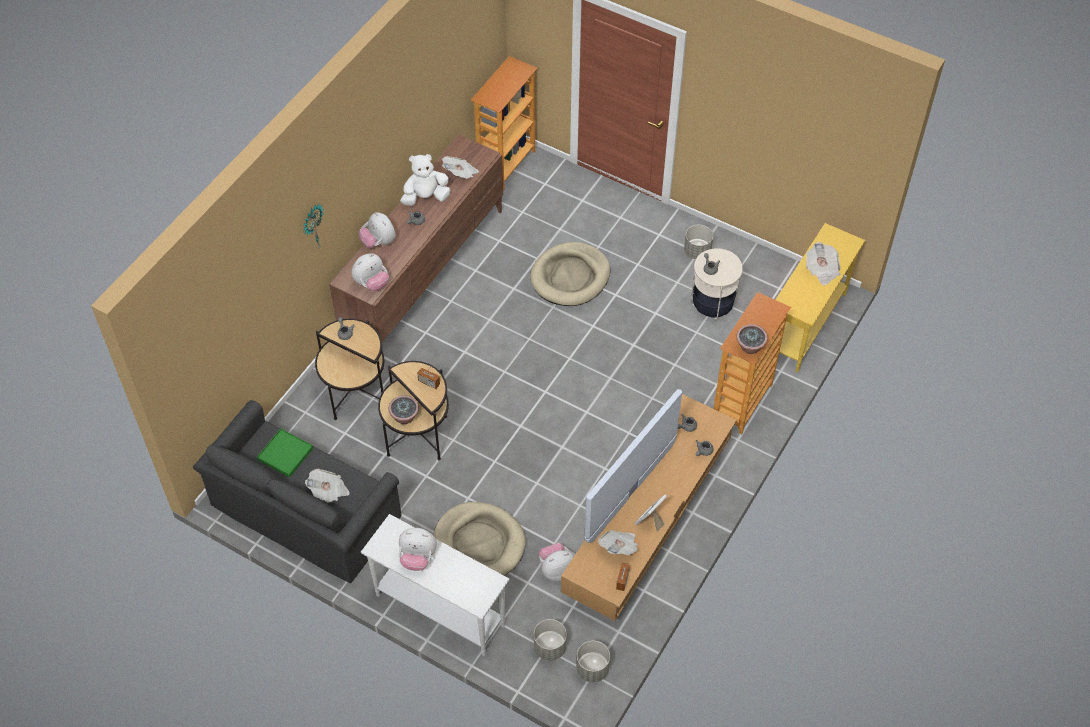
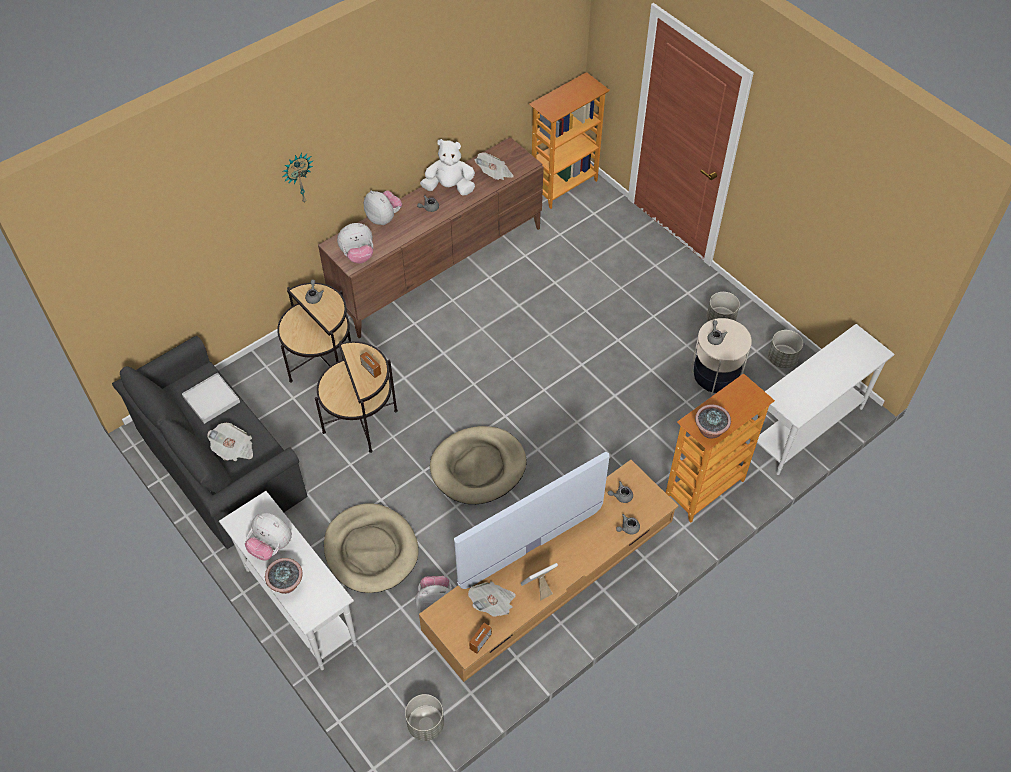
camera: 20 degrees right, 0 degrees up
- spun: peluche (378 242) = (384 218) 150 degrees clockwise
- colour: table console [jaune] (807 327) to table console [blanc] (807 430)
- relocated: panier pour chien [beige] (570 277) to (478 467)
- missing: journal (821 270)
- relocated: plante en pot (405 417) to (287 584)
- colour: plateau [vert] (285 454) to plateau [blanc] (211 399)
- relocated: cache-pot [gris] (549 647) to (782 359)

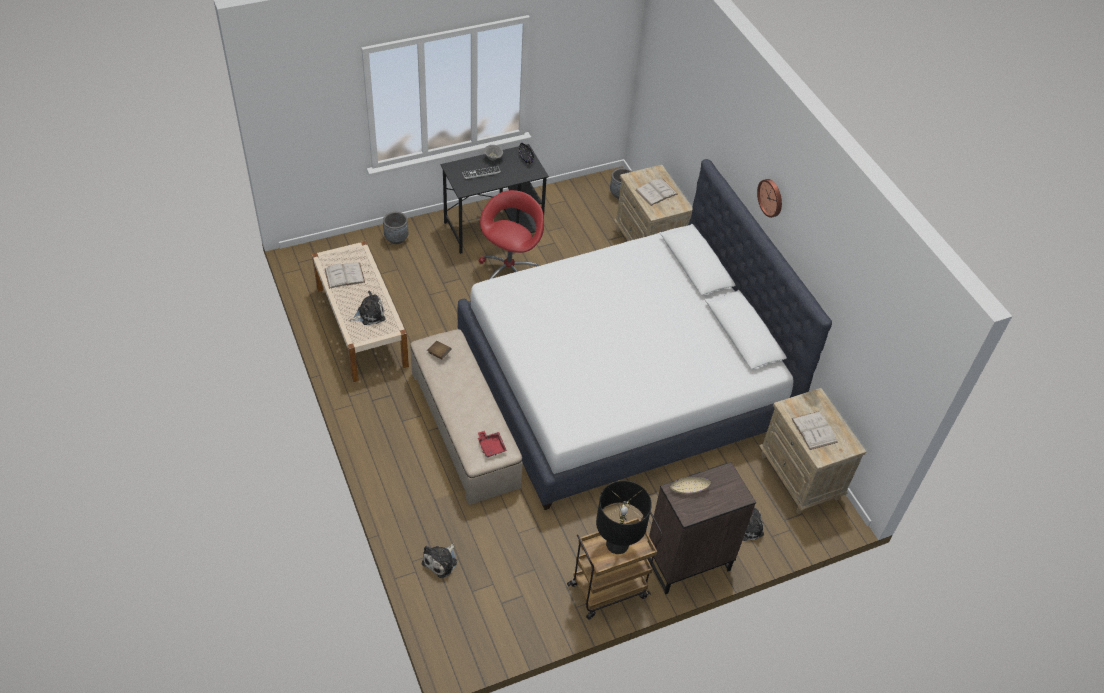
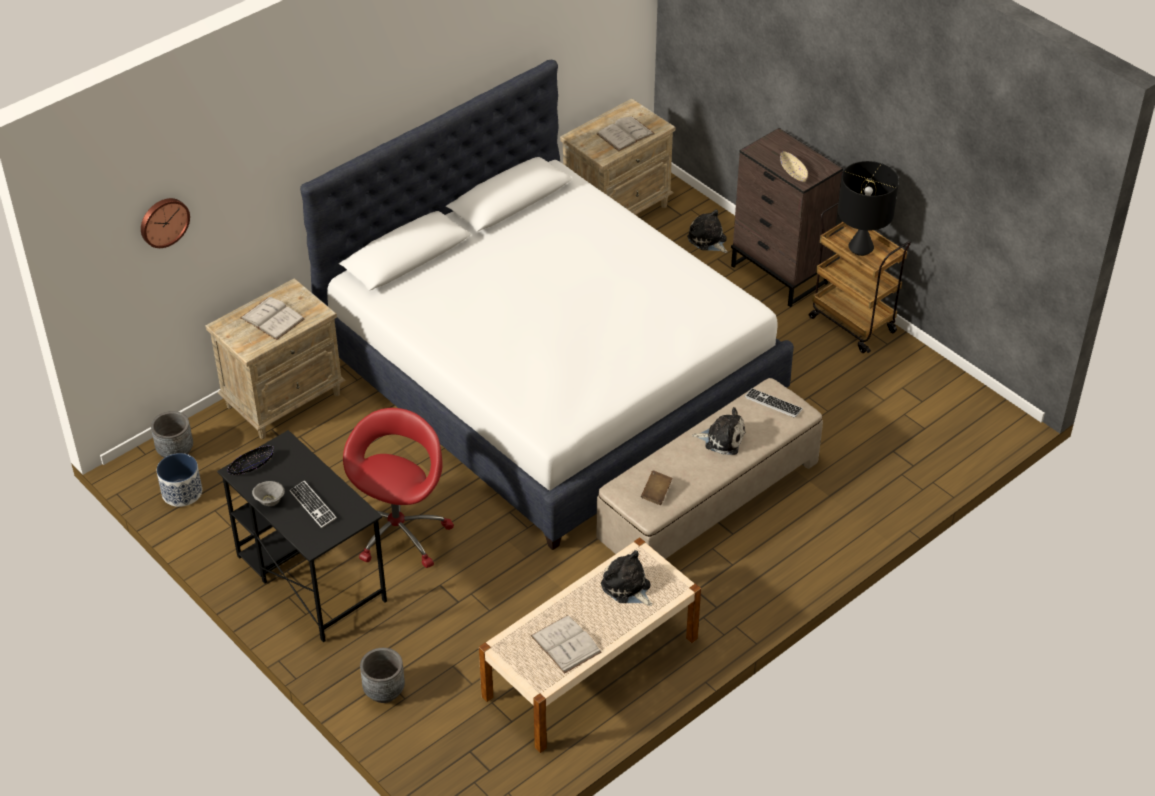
camera: 105 degrees left, 5 degrees down
- relocated: horloge murale (771 197) to (163 221)
- spun: chaise de bureau [rouge] (510 271) = (400 532) 105 degrees clockwise
- exchanged: plateau [rouge] (491 446) to clavier (773 404)
- relocated: peluche (441 561) to (722 439)
- appeared: cache-pot (182 492)

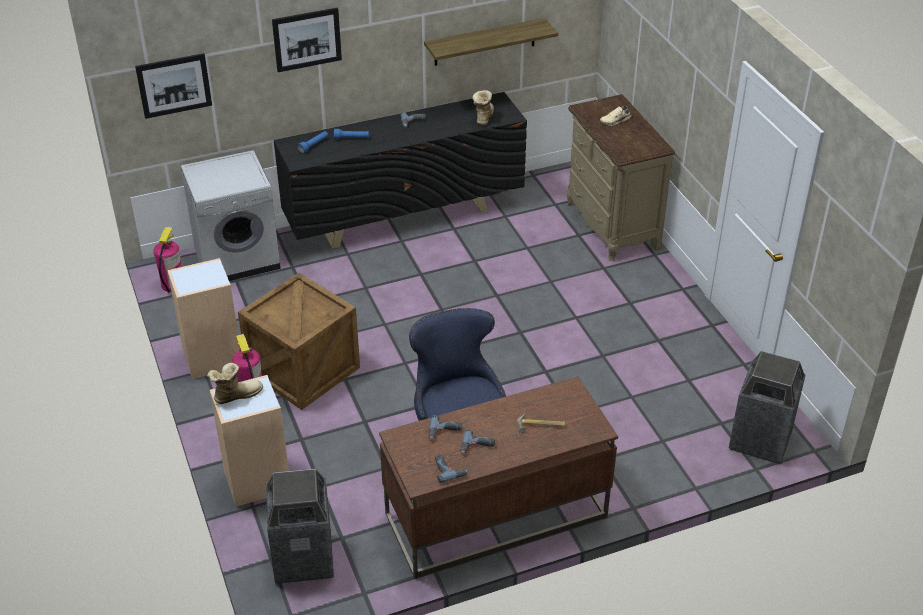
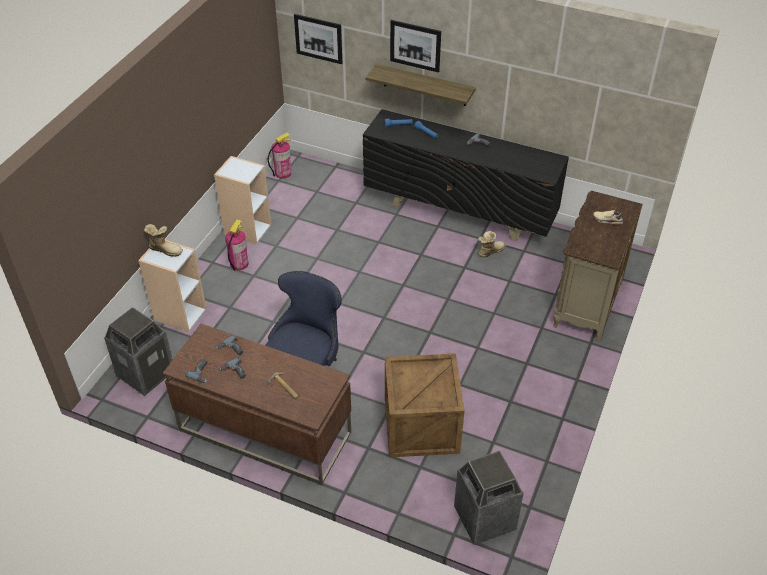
camera: 45 degrees right, 5 degrees up
- relocated: étagère (484 42) to (424 85)
- relocated: botte (483 117) to (490 251)
- missing: lave-linge [blanc] (238 260)
- relocated: caisse (303 368) to (422 425)

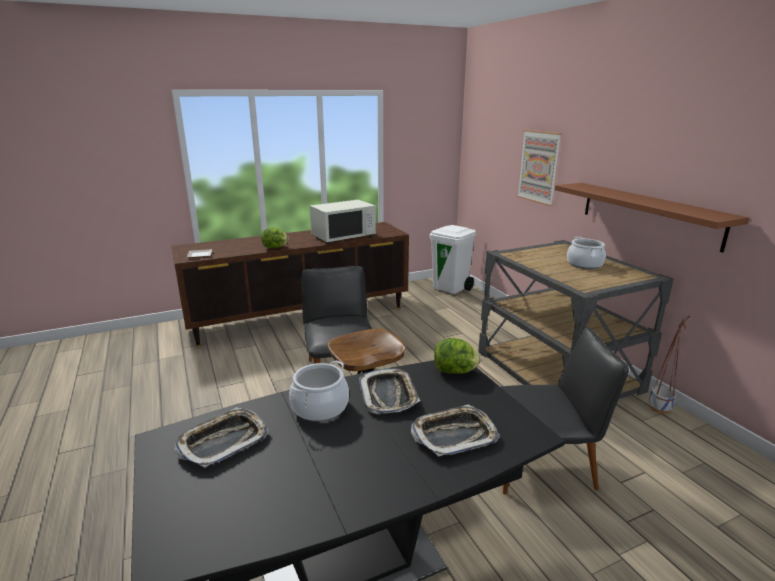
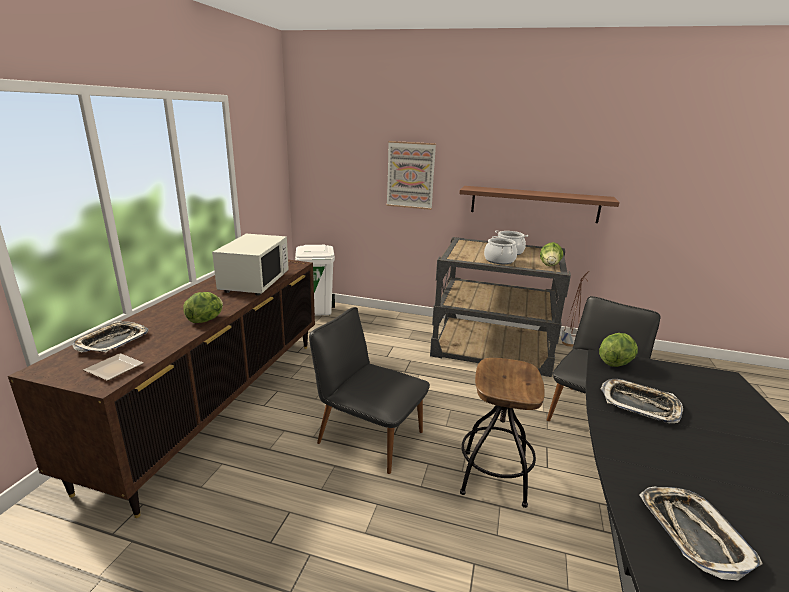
camera: 50 degrees left, 0 degrees up
- relocated: marmite (320 407) to (499 260)
- relocated: plateau (454 435) to (112 341)
- appeared: laitue (549 265)

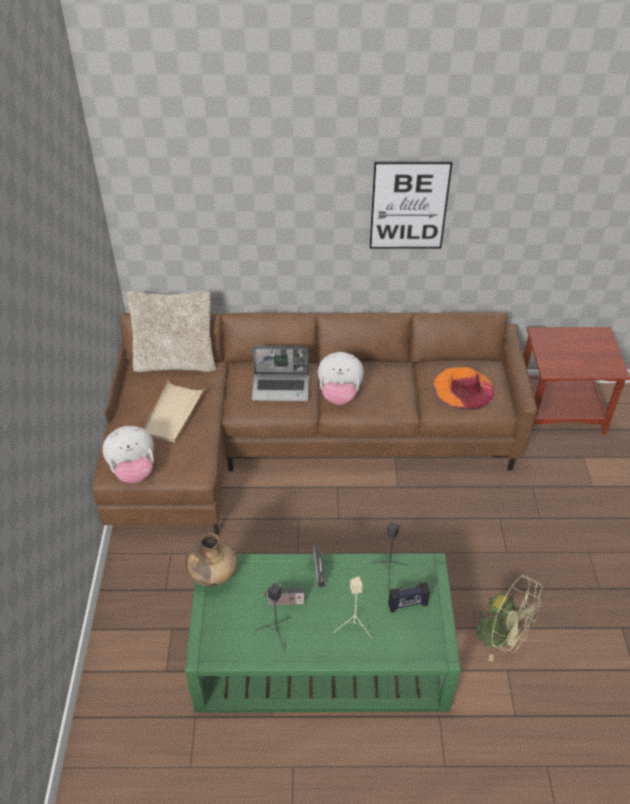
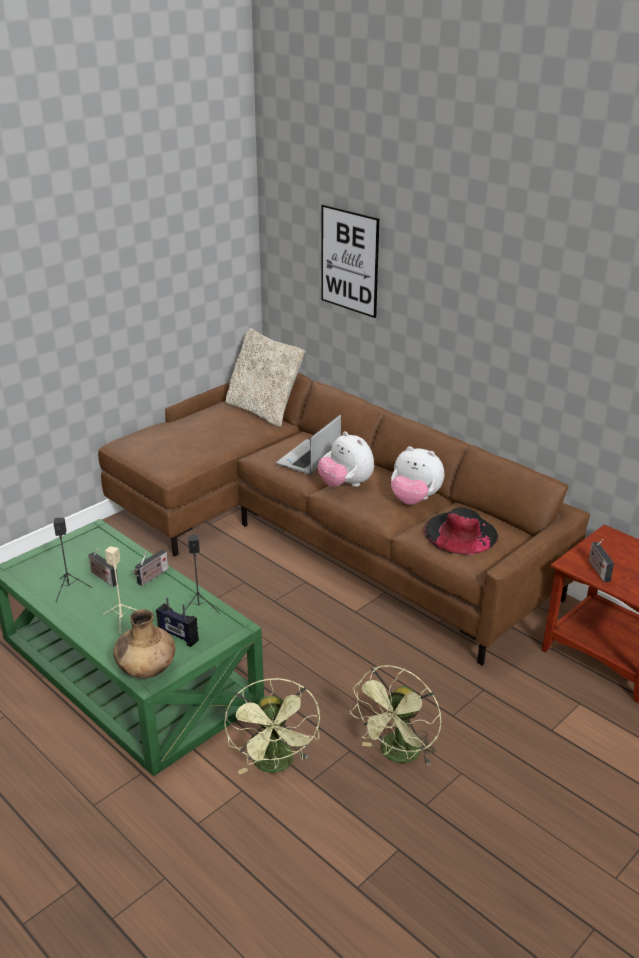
camera: 45 degrees right, 15 degrees down
- relocated: tableau (409 206) to (349 261)
- spun: ordinateur portable (281 388) = (309 459) 75 degrees clockwise
- colour: chapeau [orange] (463 388) to chapeau [noir] (460 533)
- missing: plateau [beige] (173 413)
- relocated: peluche (134 471) to (414 500)
- relocated: vase [marron] (212 574) to (146 669)
- appeared: radio (598 570)
- appeared: ventilateur [vert] (397 755)

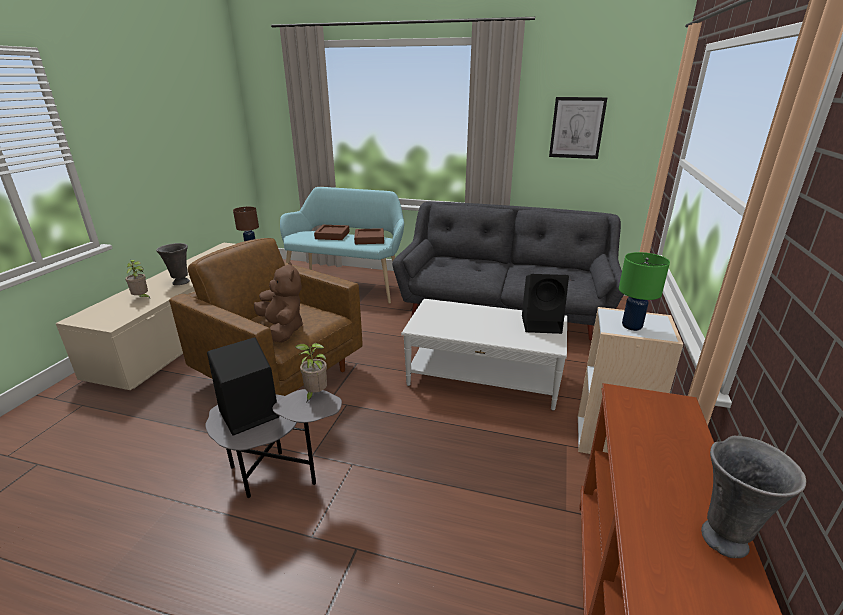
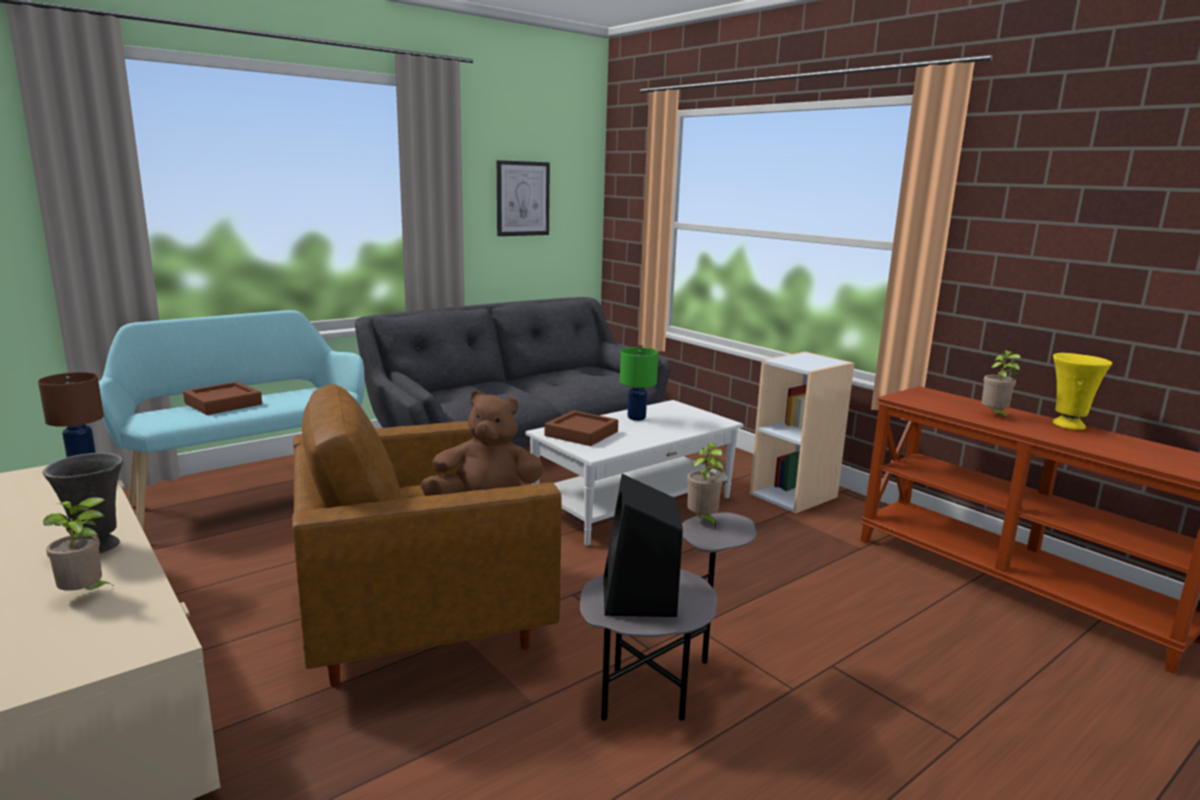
camera: 55 degrees left, 10 degrees down
- relocated: plateau [marron] (369 239) to (581 434)
- relocated: lampe de table [vert] (630 326) to (635 418)
- missing: enceinte [noir] (542 324)
- colour: vase [gris] (725 538) to vase [jaune] (1067 425)
- appeared: plante en pot (994 416)

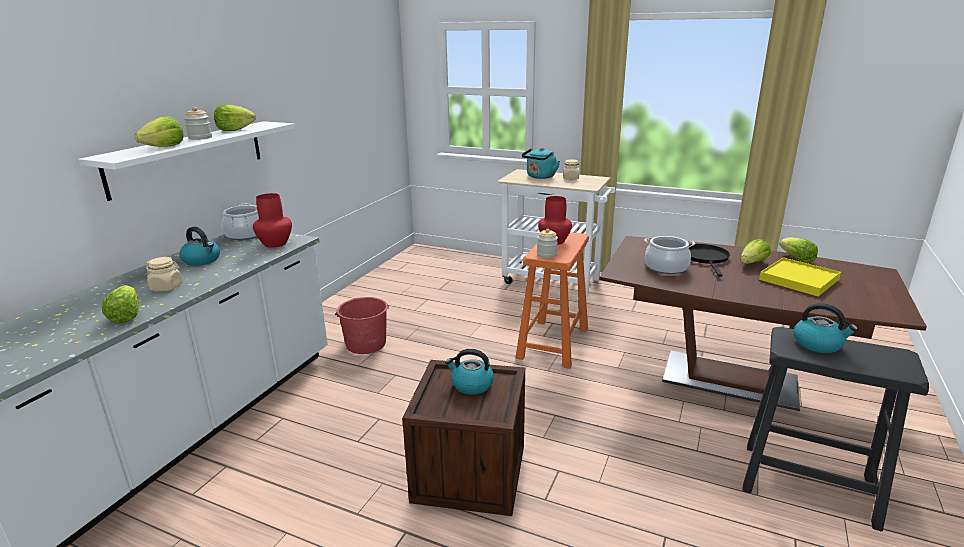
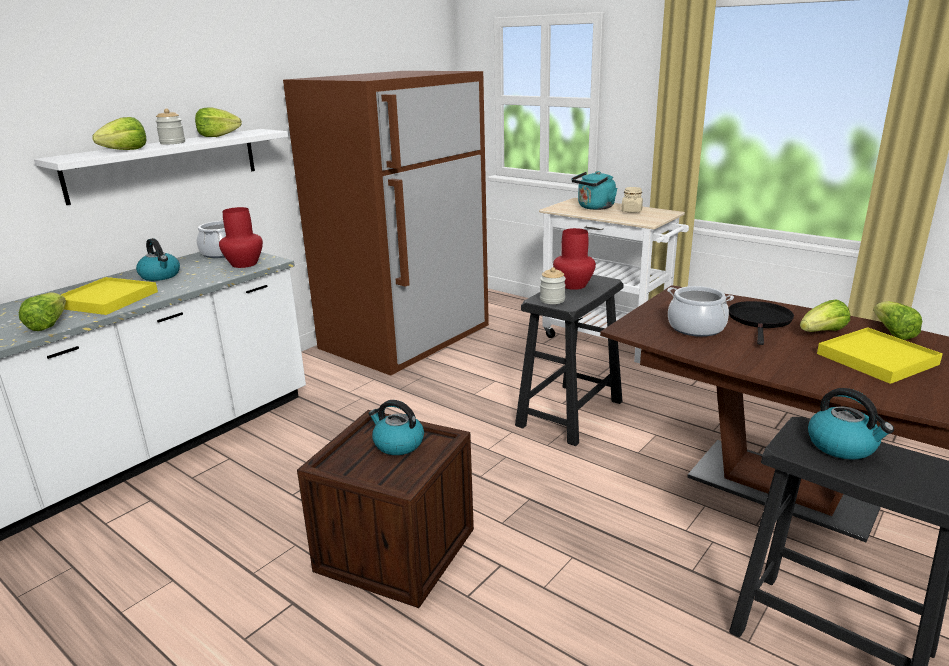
camera: 15 degrees right, 0 degrees up
- colour: tabouret [orange] (553 343) to tabouret [noir] (570 413)
- exchanged: bocal [beige] (167 287) to plateau [jaune] (106 300)
- missing: seau [rouge] (365 344)
- appeared: réfrigérateur [marron] (407 336)

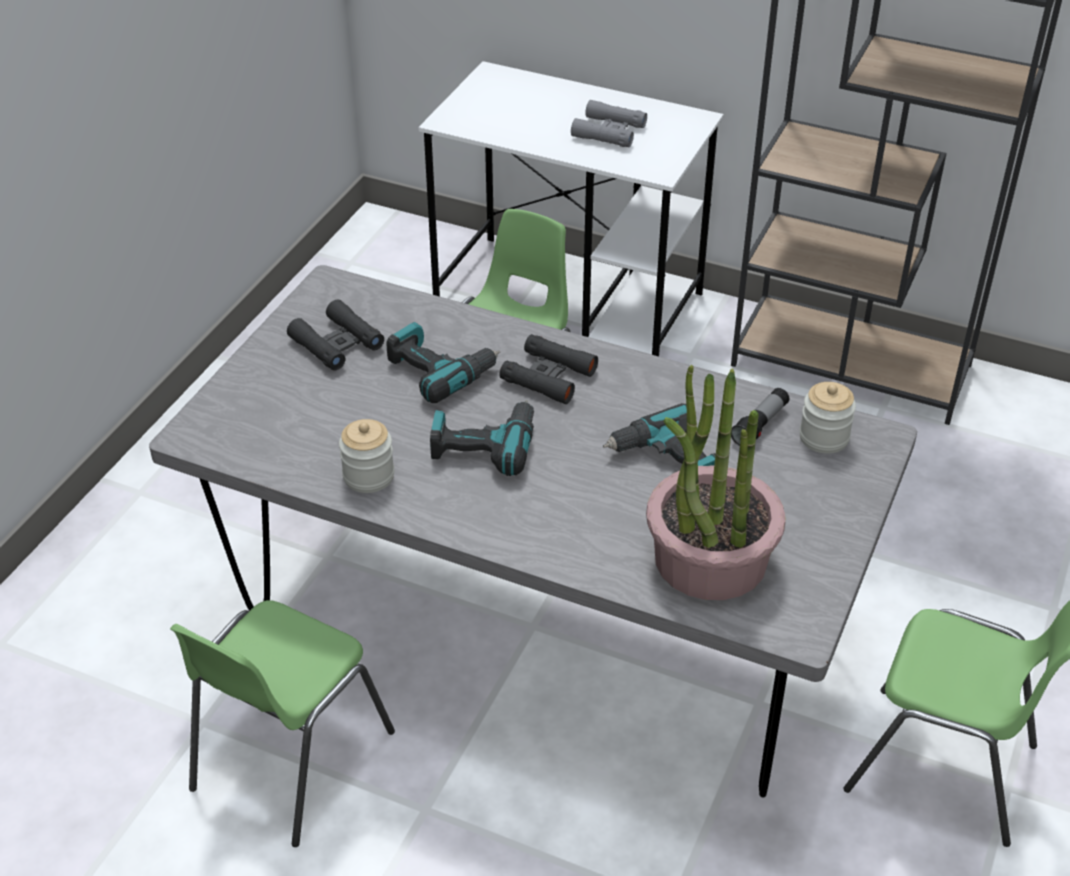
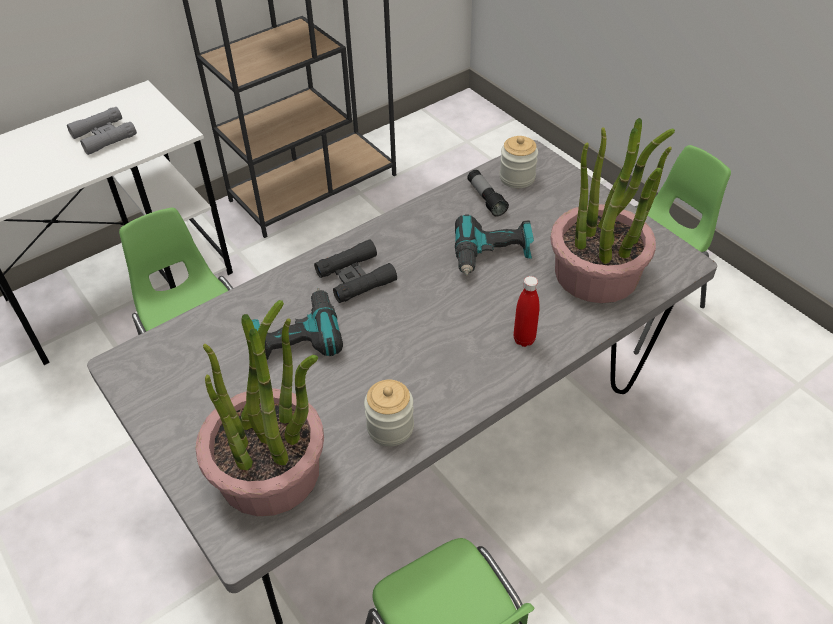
camera: 60 degrees left, 5 degrees up
- missing: jumelles [noir] (337 343)
- missing: perceuse (483 445)
- appeared: bouteille [rouge] (524 339)
- appeared: plante en pot (270 471)

